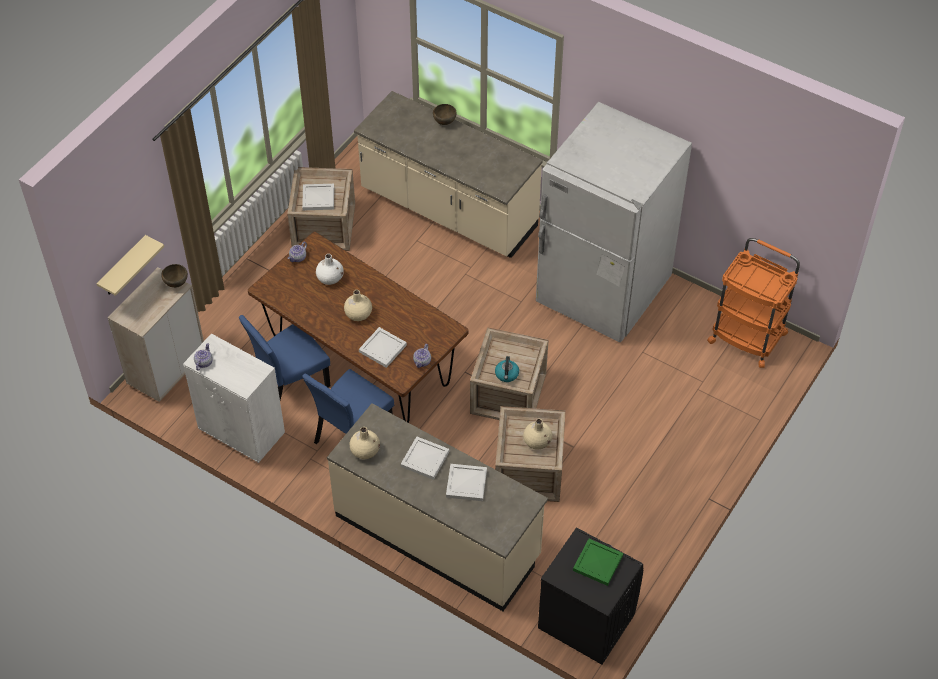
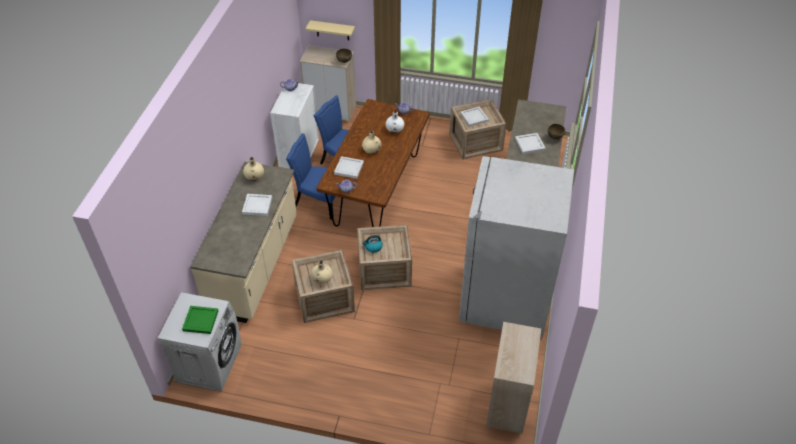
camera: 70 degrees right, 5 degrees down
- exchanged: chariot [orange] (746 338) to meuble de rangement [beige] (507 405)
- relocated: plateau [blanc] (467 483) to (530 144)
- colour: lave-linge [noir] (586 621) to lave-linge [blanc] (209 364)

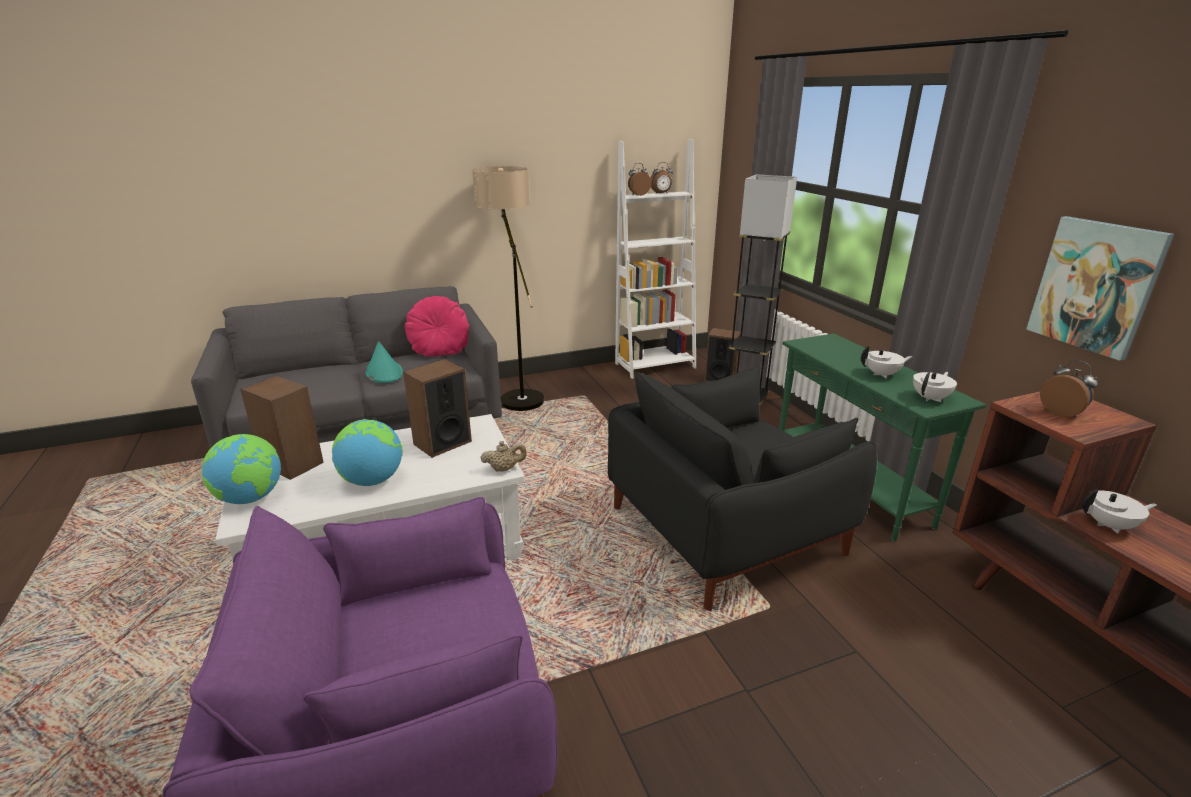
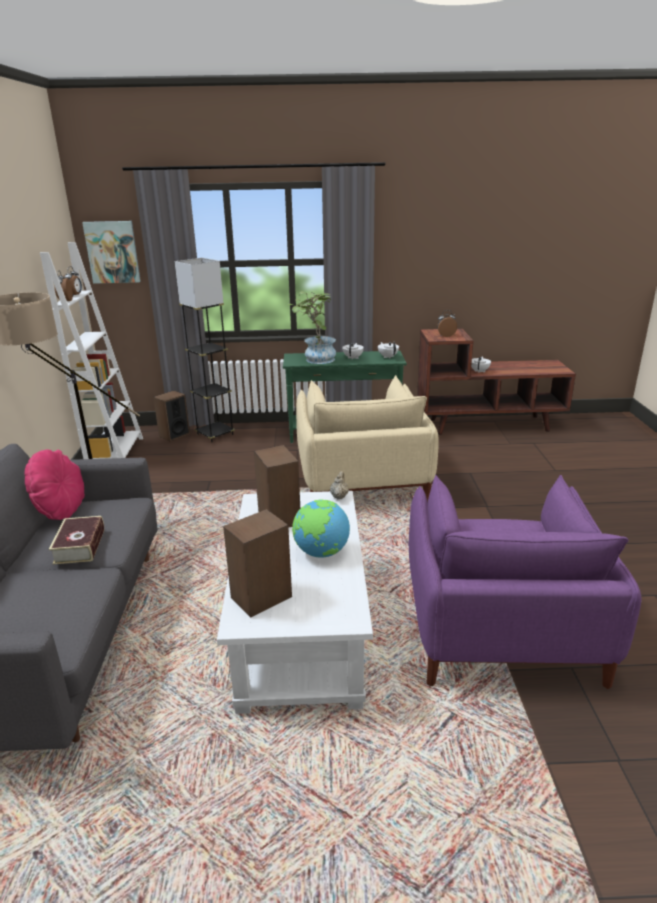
camera: 70 degrees left, 0 degrees up
- relocated: tableau (1095 286) to (112 252)
- exchanged: chapeau [turquoise] (383 372) to livre (80 546)
- colour: fauteuil [noir] (725 529) to fauteuil [beige] (361 480)
- missing: globe (251 498)
- appeared: plante en pot (315 359)

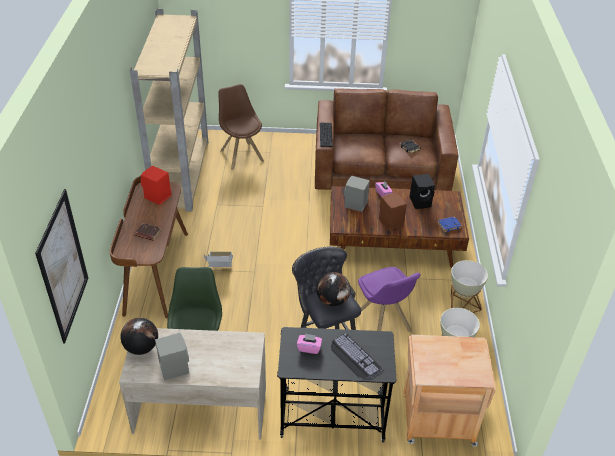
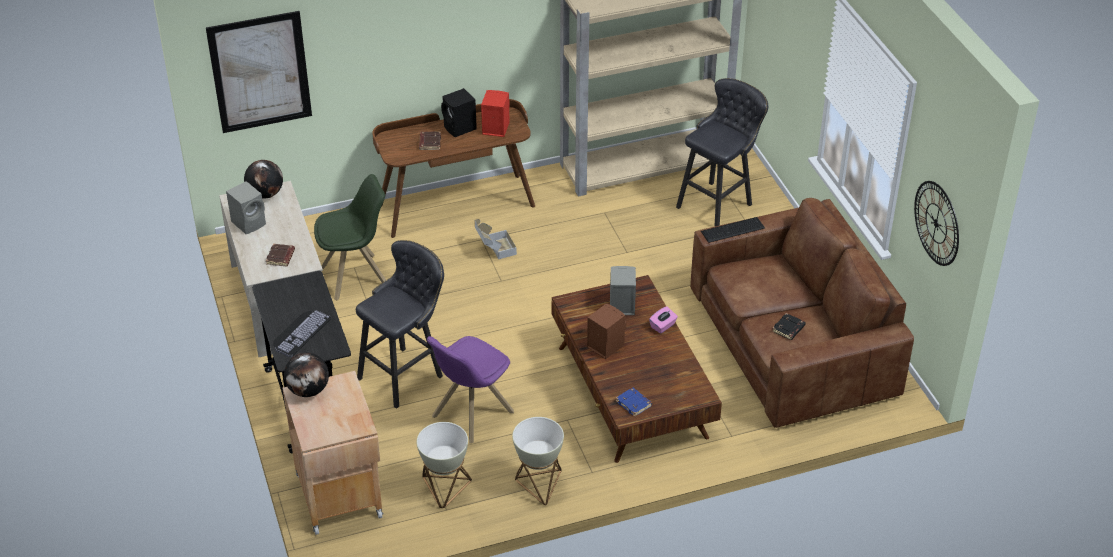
camera: 70 degrees right, 0 degrees up
- exchanged: chaise [marron] (241 156) to tabouret [noir] (719 202)
- relocated: enceinte [noir] (421 202) to (460 128)
- relocated: globe (332 300) to (308 390)
- missing: boîte à mouchoirs [rose] (309 348)
- appeared: horloge murale (936 223)
- appeared: livre [marron] (281 257)

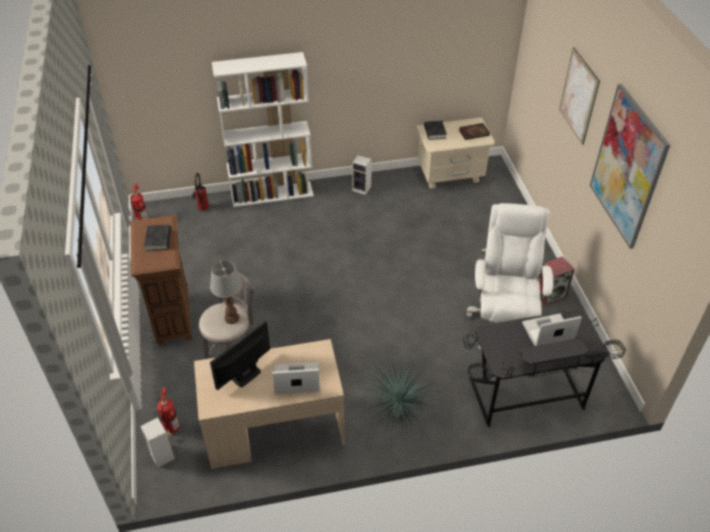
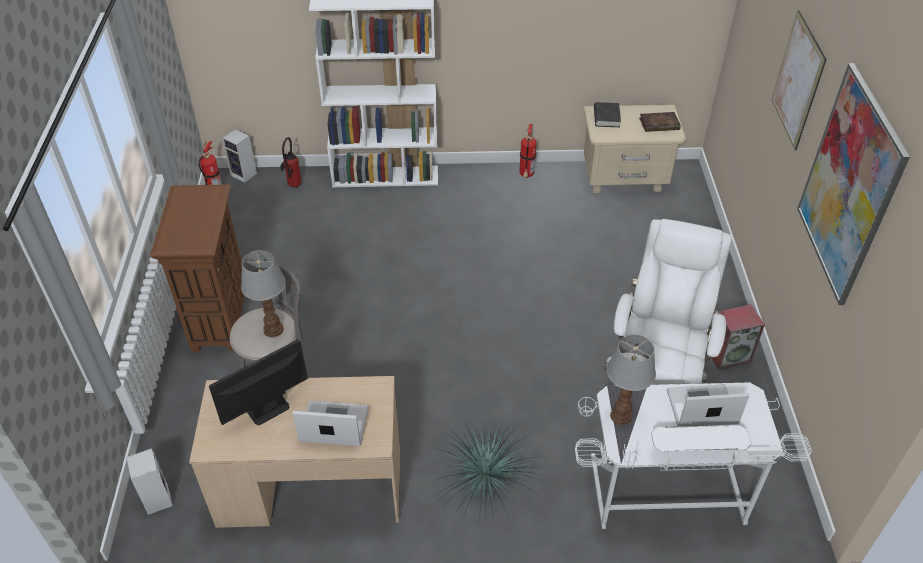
camera: 10 degrees right, 0 degrees up
- relocated: enceinte (362 189) to (245 174)
- missing: livre [noir] (158 240)
- colour: bureau [noir] (527 396) to bureau [blanc] (667 493)
- relocated: extincteur (171 430) to (526 176)
- appeared: lampe de table (622 416)

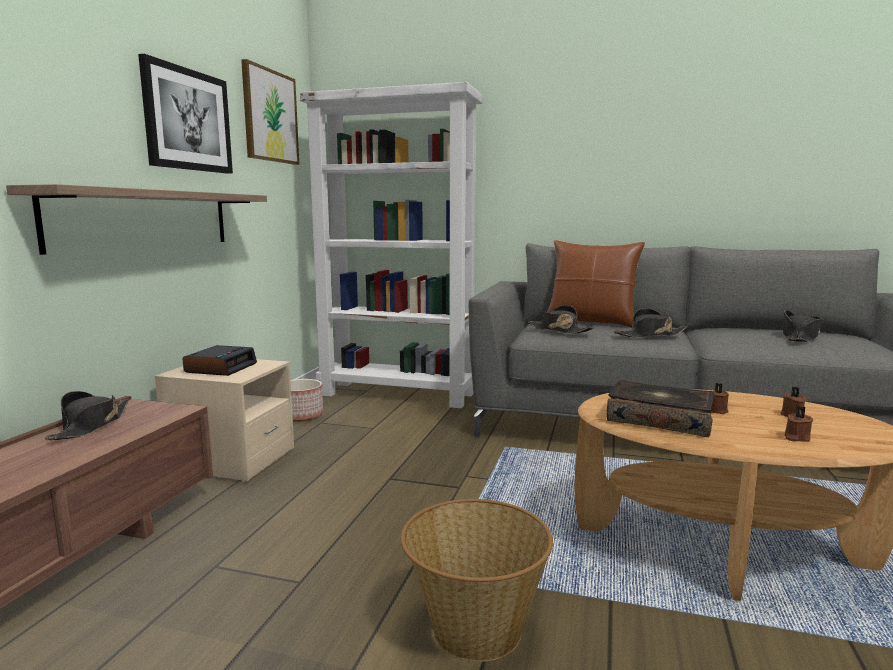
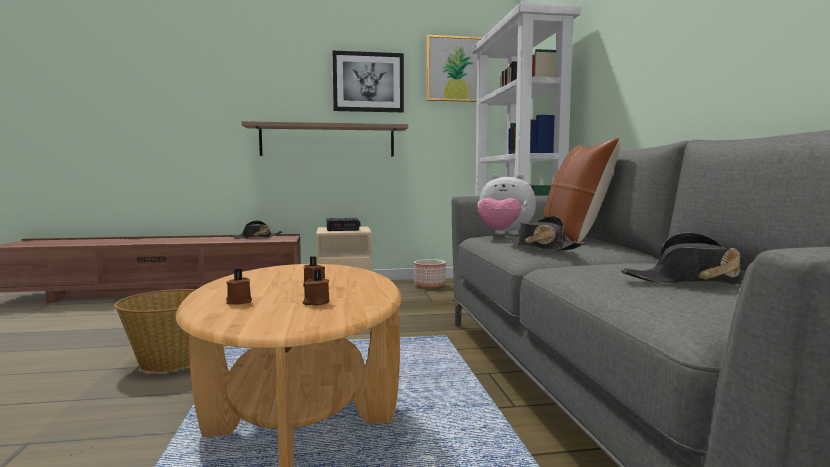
camera: 65 degrees right, 5 degrees down
- exchanged: chapeau [noir] (559 330) to peluche (504 235)
- missing: livre (659 420)

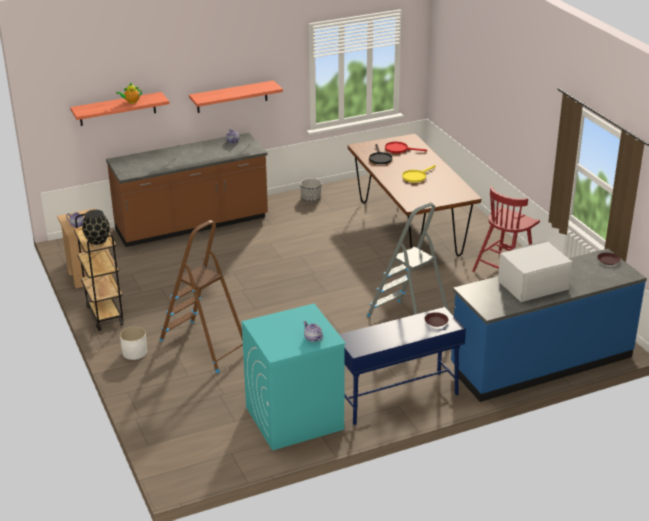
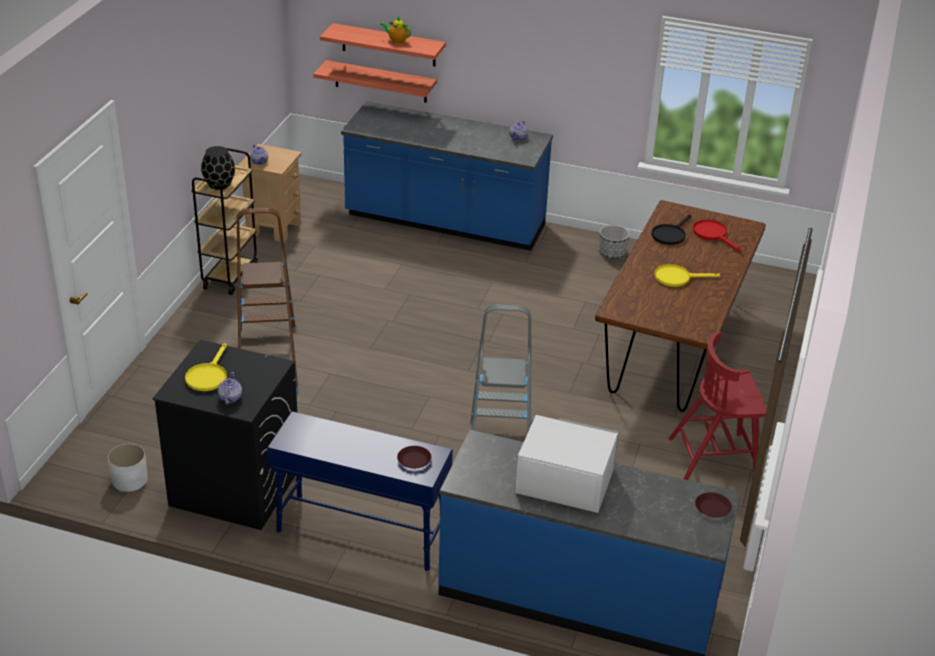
camera: 40 degrees right, 5 degrees up
- relocated: étagère (232 97) to (381 81)
- colour: comptoir de cuisine [marron] (192 225) to comptoir de cuisine [bleu] (444 222)
- colour: lave-linge [turquoise] (293 418) to lave-linge [noir] (234 486)
- relocated: cache-pot [blanc] (134 352) to (129 479)
- appeared: poêle [jaune] (208 375)

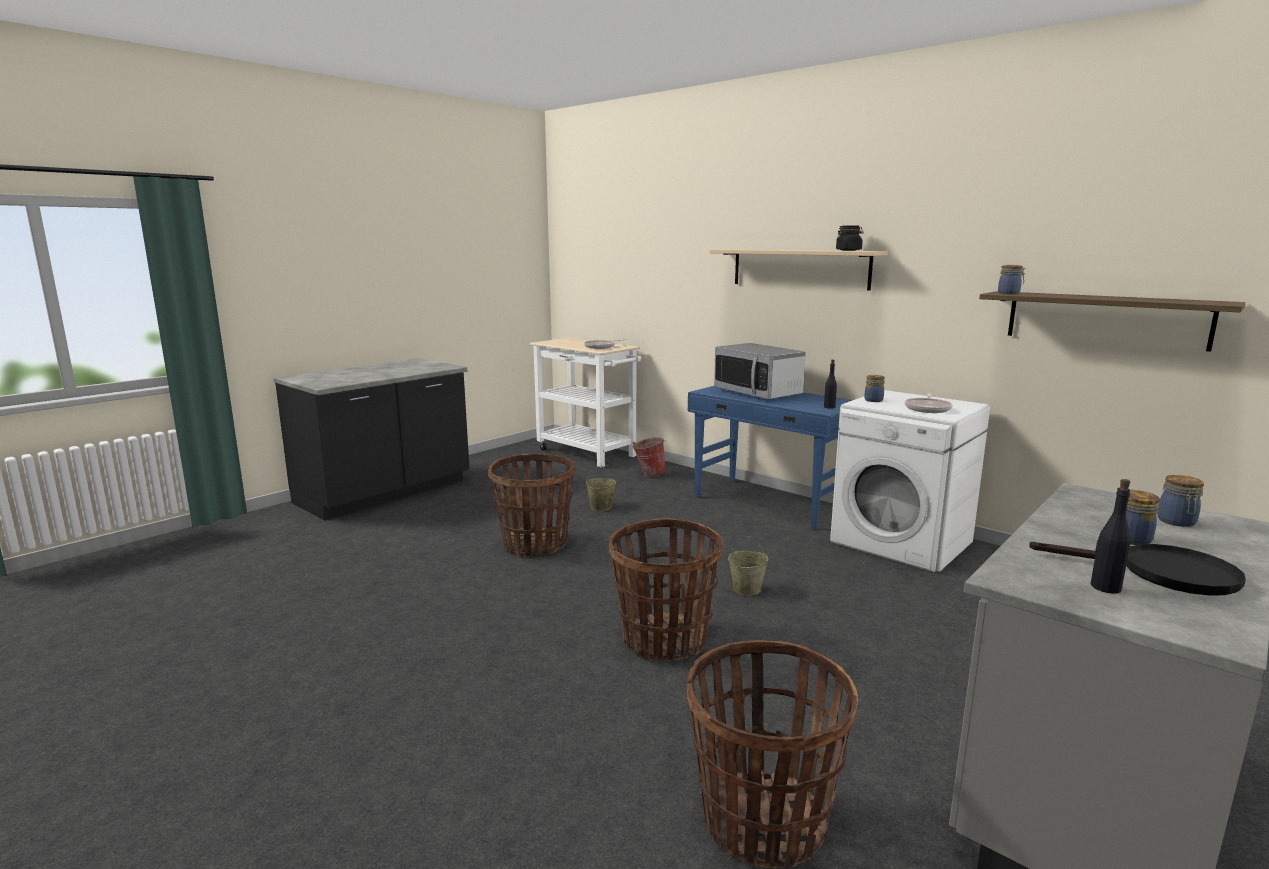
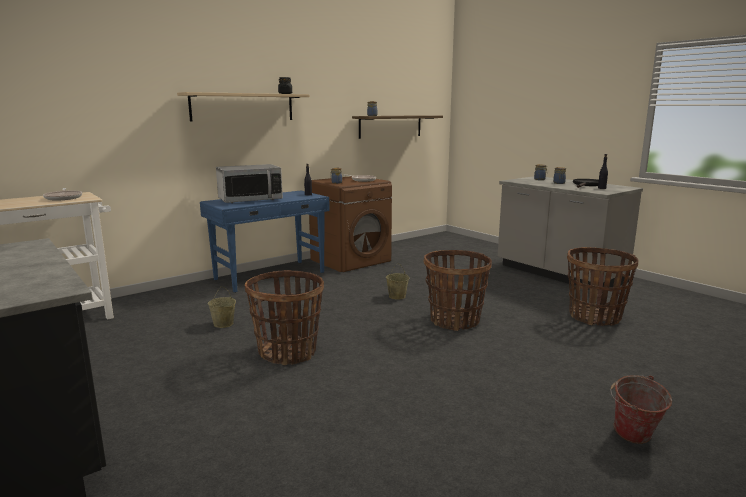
camera: 80 degrees left, 0 degrees up
- colour: lave-linge [blanc] (900 542) to lave-linge [marron] (353 260)
- relocated: seau (648 474) to (633 439)

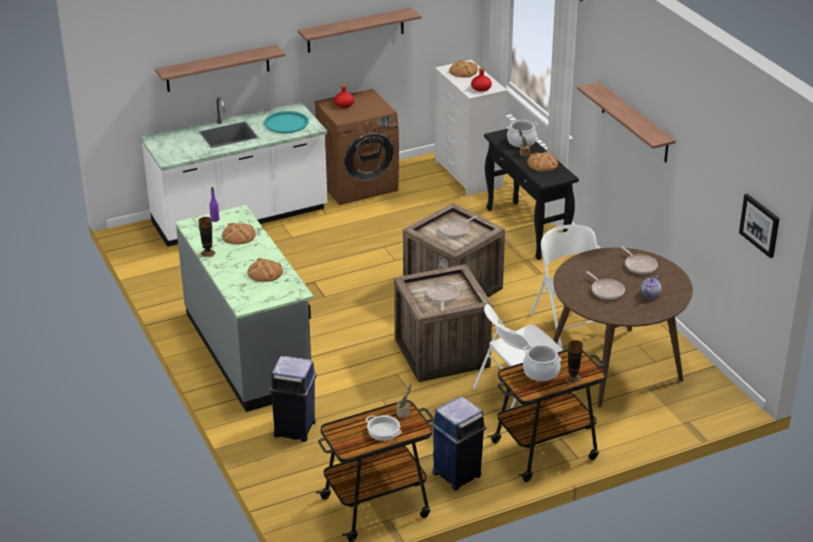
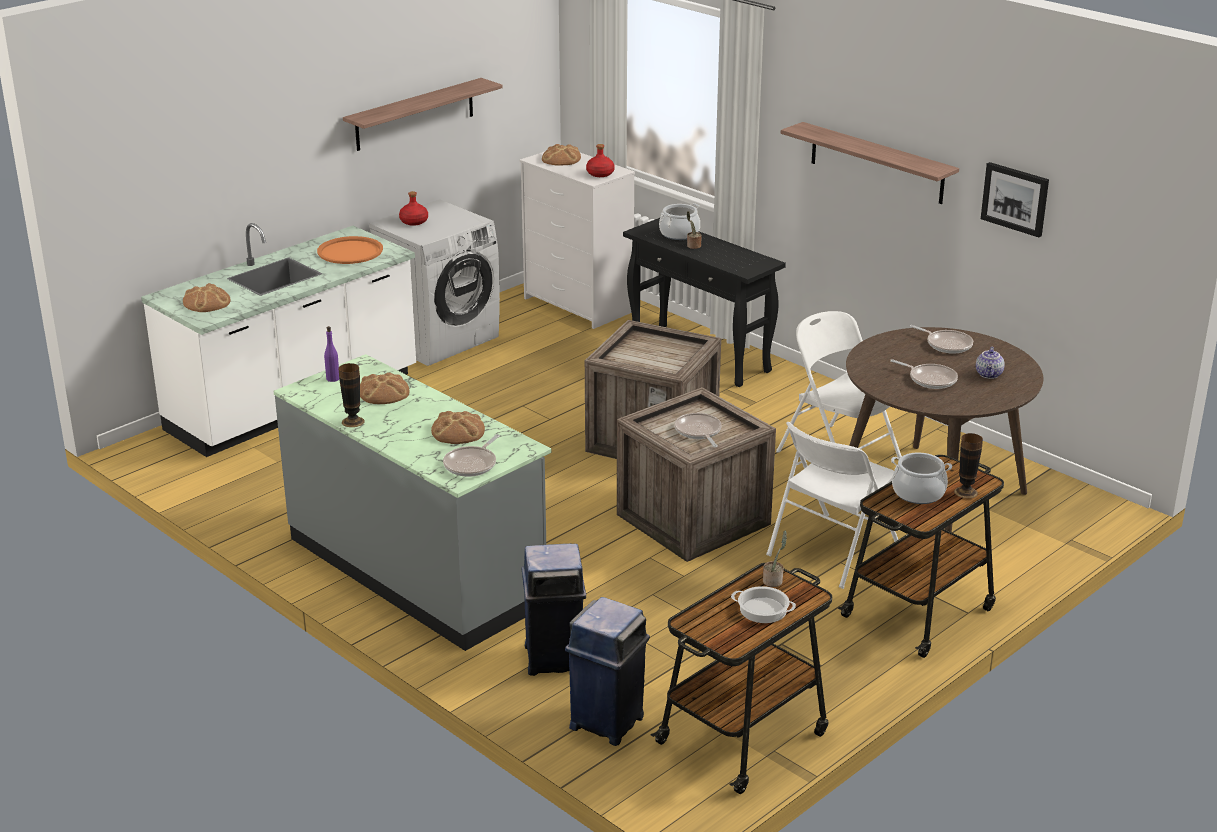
camera: 20 degrees left, 5 degrees down
- missing: étagère (218 68)
- colour: lave-linge [marron] (358 187) to lave-linge [blanc] (439 341)
- colour: plateau [turquoise] (286 123) to plateau [orange] (350 251)
- relocated: pain (542 164) to (207 302)
- relocated: tableau (760 225) to (1015 198)
- relocated: poêle (455 230) to (472 464)
- relocated: poubelle [bleu] (457 474) to (607 721)

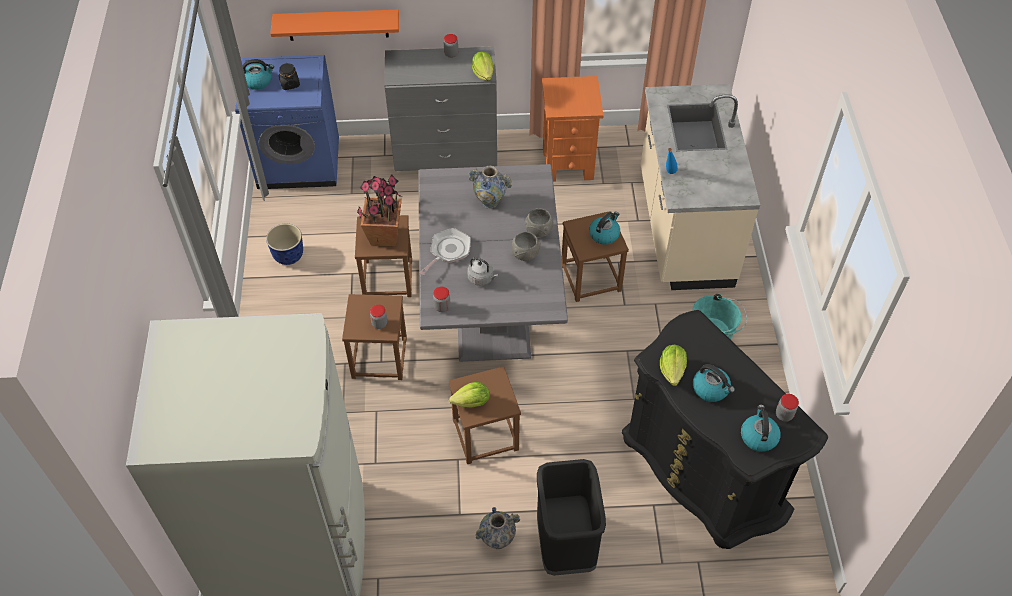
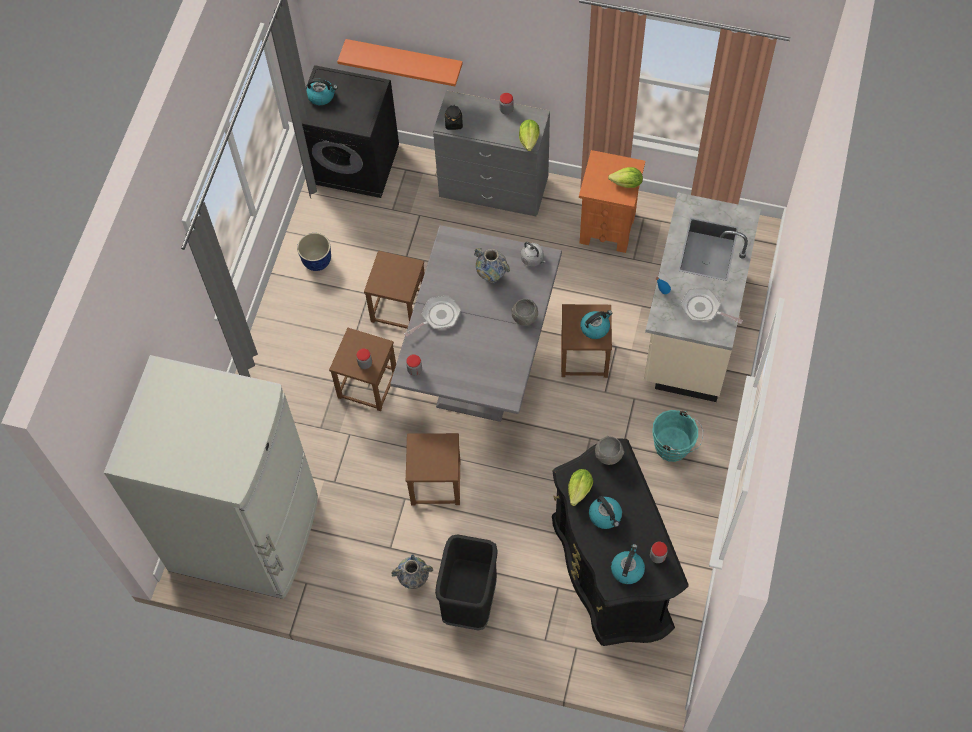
camera: 20 degrees right, 10 degrees up
- colour: lave-linge [bleu] (299 164) to lave-linge [noir] (353 166)
- relocated: bocal [noir] (290 84) to (453 123)
- missing: plante en pot (384 235)
- relocated: bol [gris] (525 255) to (609 456)
- relocated: bouilloire [gris] (482 278) to (533 259)
- relocated: laitue (472 402) to (627 184)
- appeared: poêle (703 309)

